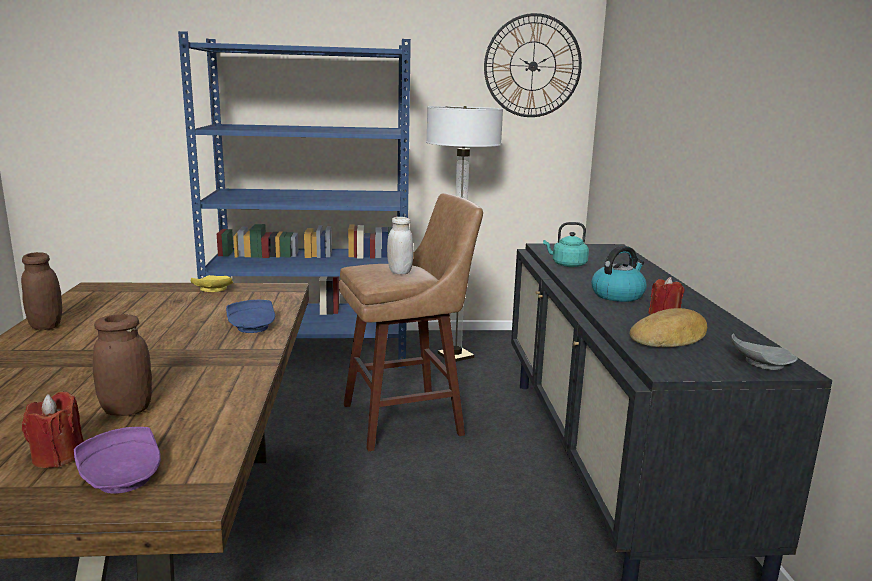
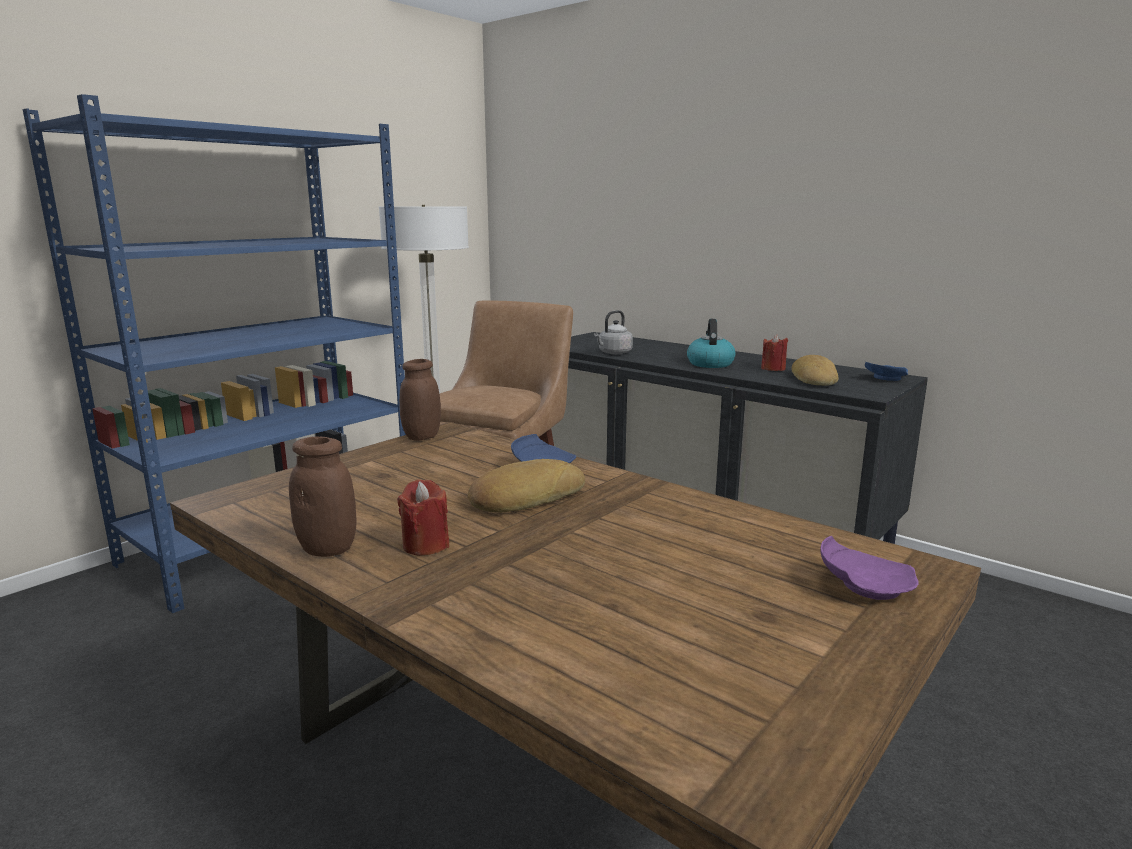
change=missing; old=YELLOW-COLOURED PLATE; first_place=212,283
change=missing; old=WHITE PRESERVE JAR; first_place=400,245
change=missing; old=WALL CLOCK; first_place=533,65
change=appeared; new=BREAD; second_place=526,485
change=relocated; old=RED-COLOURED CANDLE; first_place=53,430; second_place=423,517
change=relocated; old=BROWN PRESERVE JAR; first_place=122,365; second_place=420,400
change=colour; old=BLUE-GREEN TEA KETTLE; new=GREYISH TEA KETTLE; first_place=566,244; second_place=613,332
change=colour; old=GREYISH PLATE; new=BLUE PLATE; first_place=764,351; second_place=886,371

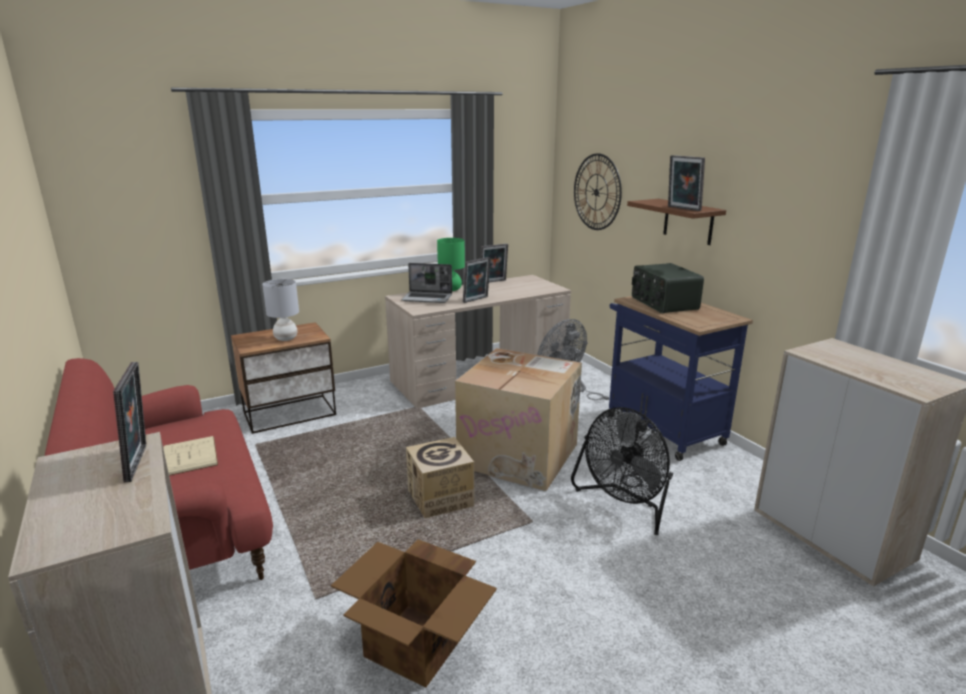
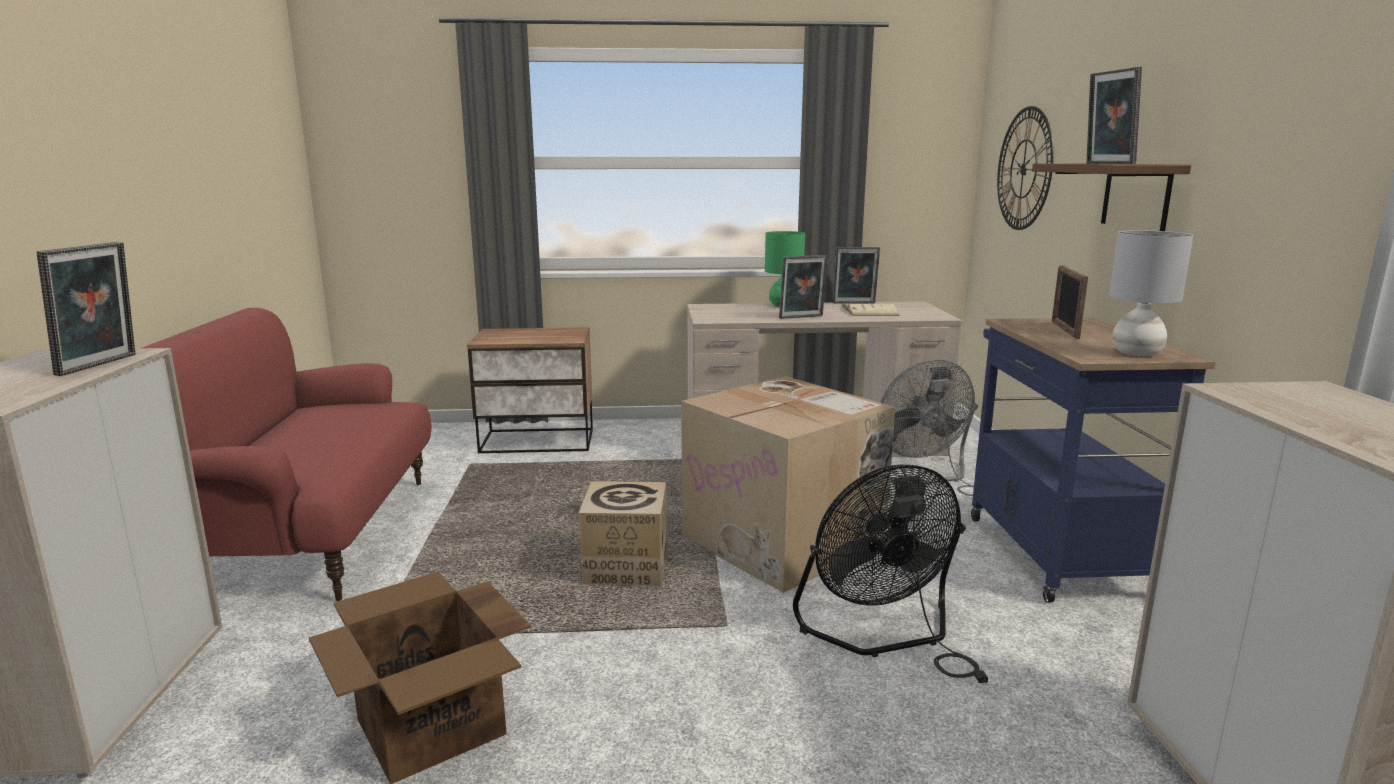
change=missing; old=PORTABLE COMPUTER; first_place=426,283
change=relocated; old=BEIGE-COLOURED BOUND BOOK; first_place=190,456; second_place=870,309
change=relocated; old=GREYISH TABLE LAMP; first_place=280,310; second_place=1151,293
change=exchanged; old=RADIO RECEIVER; new=PHOTO FRAME; first_place=668,288; second_place=1070,302
change=spun; old=BLACK-COLOURED ELECTRIC FAN; first_place=622,471; second_place=890,574; degrees=90

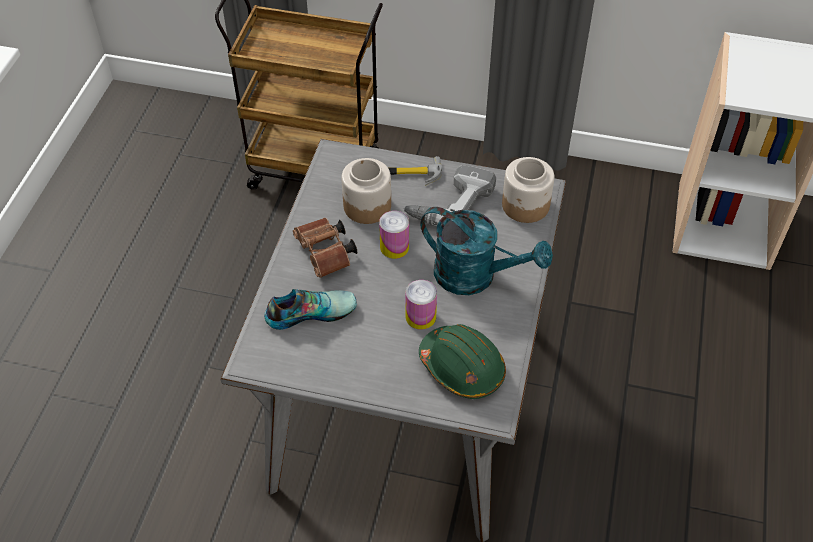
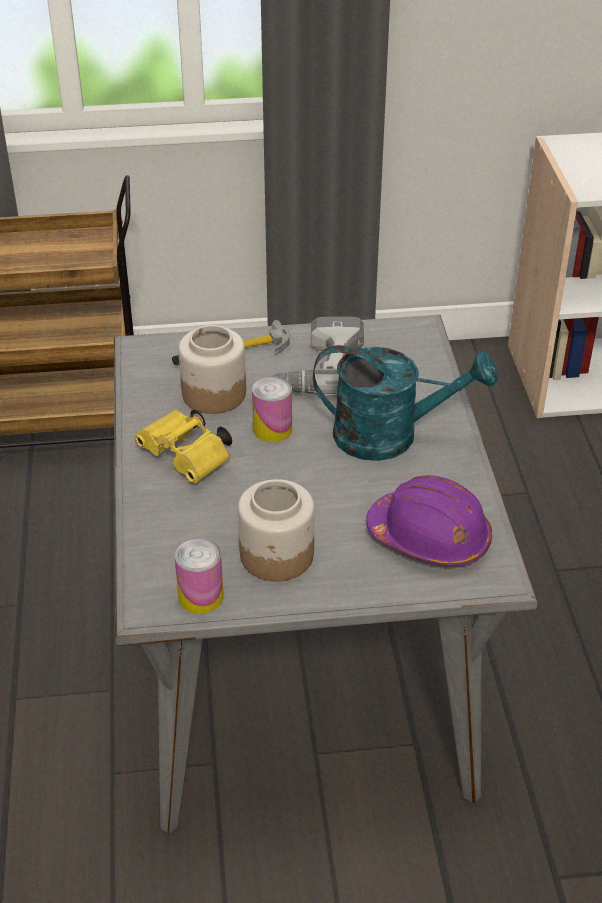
change=missing; old=LOW SHOE; first_place=310,309
change=relocated; old=SEALED CAN; first_place=421,305; second_place=199,576
change=relocated; old=PRESERVE JAR; first_place=528,190; second_place=276,530
change=colour; old=BROWN BINOCULARS; new=YELLOW-COLOURED BINOCULARS; first_place=325,248; second_place=183,446
change=colour; old=GREEN WORK HELMET; new=PURPLISH WORK HELMET; first_place=462,361; second_place=429,520

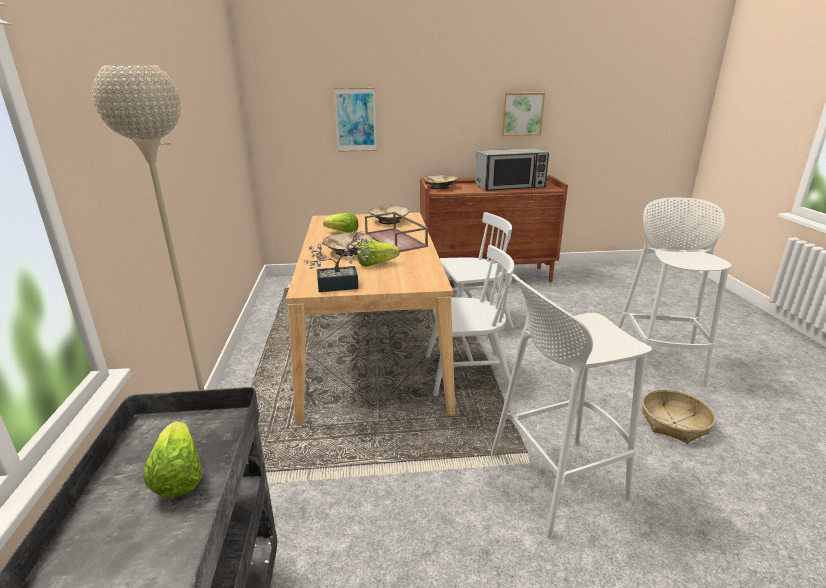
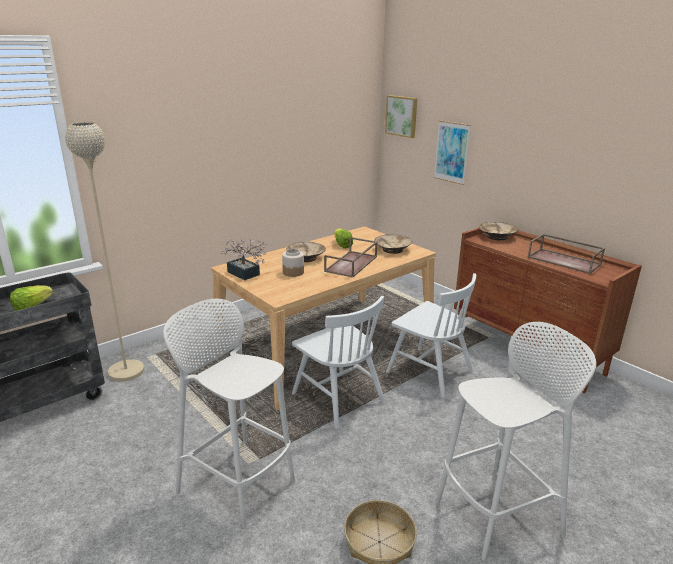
change=relocated; old=WALL PICTURE; first_place=523,114; second_place=401,116
change=exchanged; old=HEAD OF LETTUCE; new=PRESERVE JAR; first_place=378,253; second_place=293,263
change=exchanged; old=MICROWAVE OVEN; new=BROWN CARRYING TRAY; first_place=512,169; second_place=566,254

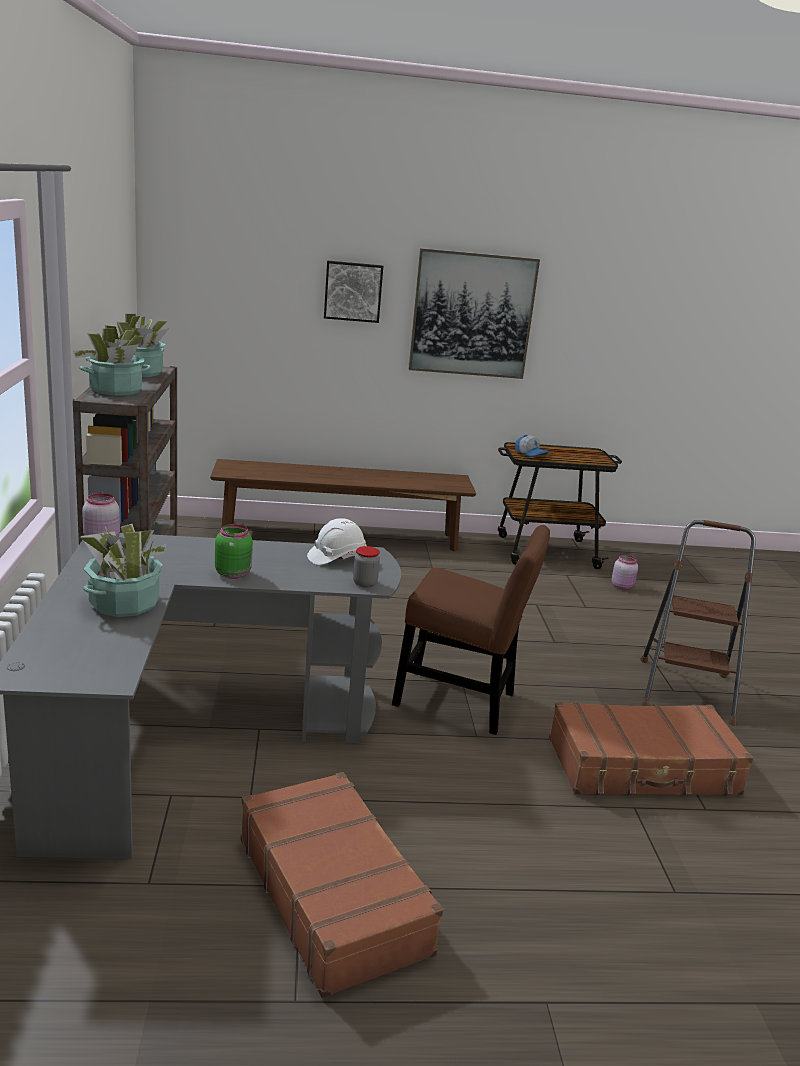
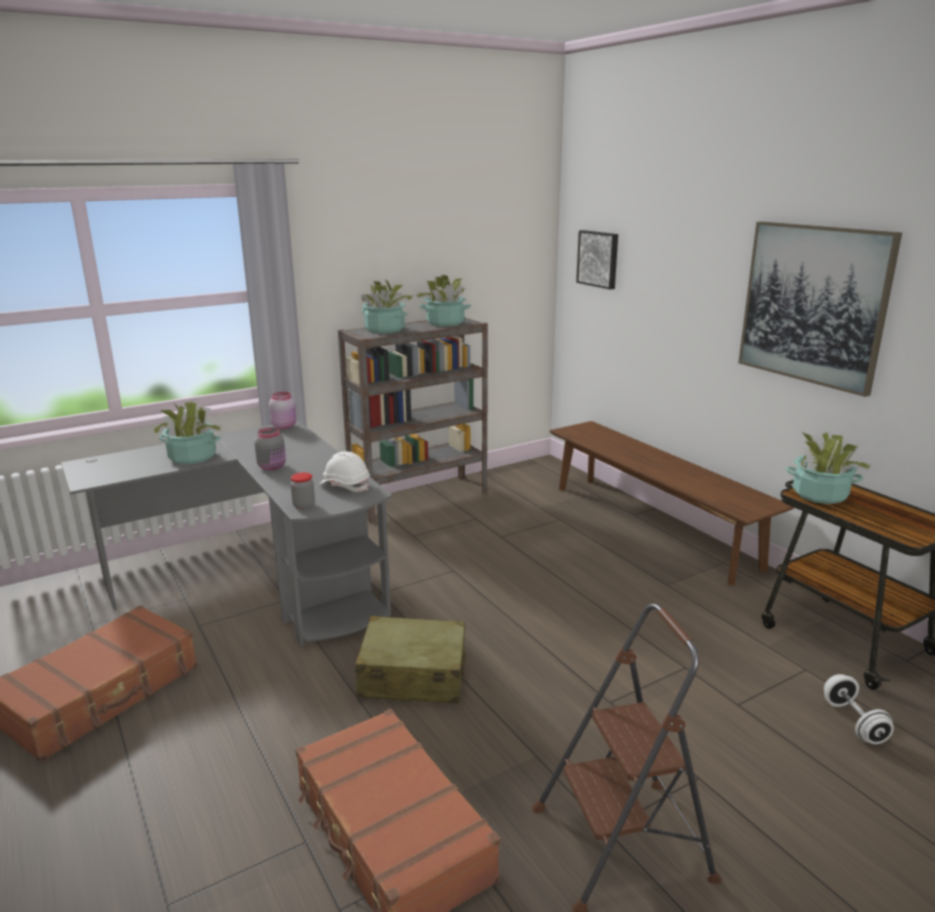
change=relocated; old=WALL PICTURE; first_place=353,291; second_place=597,259
change=exchanged; old=BROWN CHAIR; new=BEIGE-COLOURED TRAVEL CASE; first_place=471,630; second_place=410,660
change=exchanged; old=PEAKED CAP; new=PLANT IN A POT; first_place=532,446; second_place=829,468
change=exchanged; old=PINK PRESERVE JAR; new=WHITE FREE WEIGHT; first_place=624,572; second_place=859,709
change=colour; old=GREEN PRESERVE JAR; new=GREYISH PRESERVE JAR; first_place=234,551; second_place=270,448

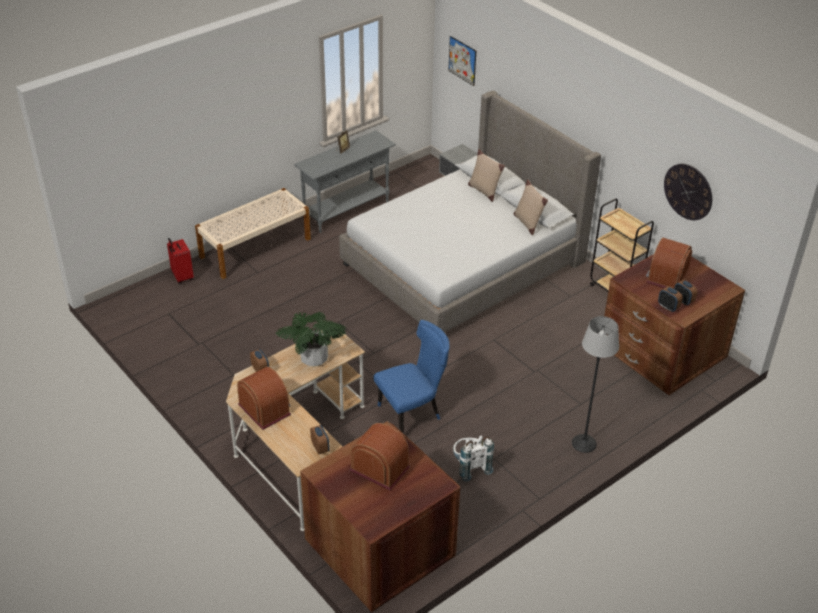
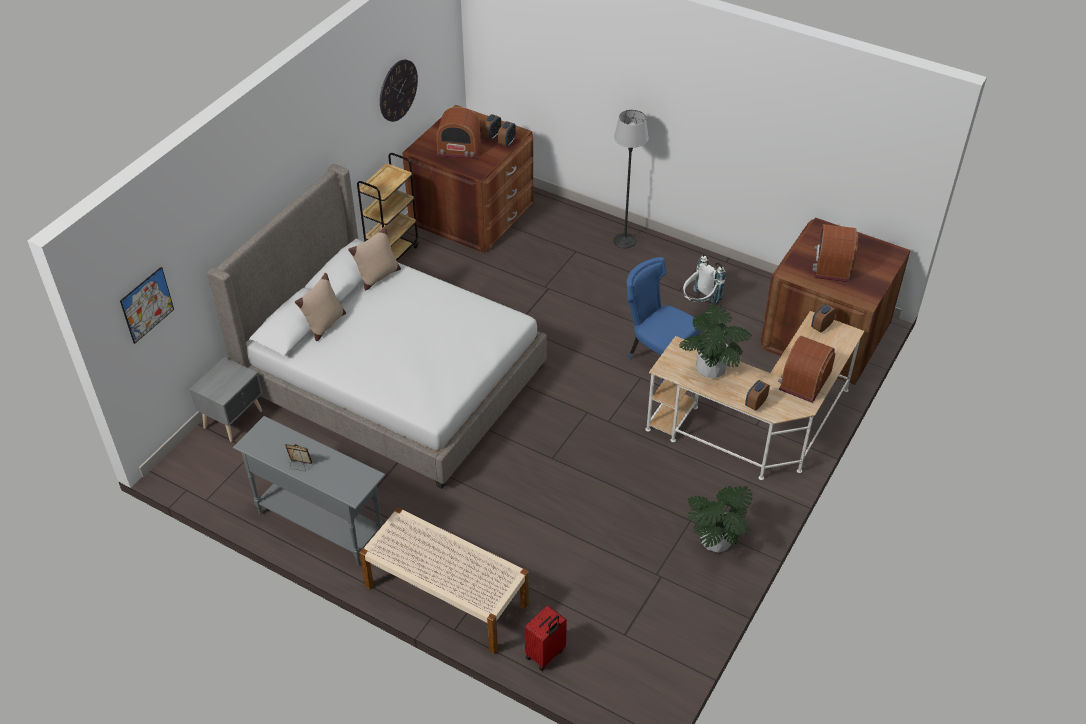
change=appeared; new=PLANT IN A POT; second_place=720,519

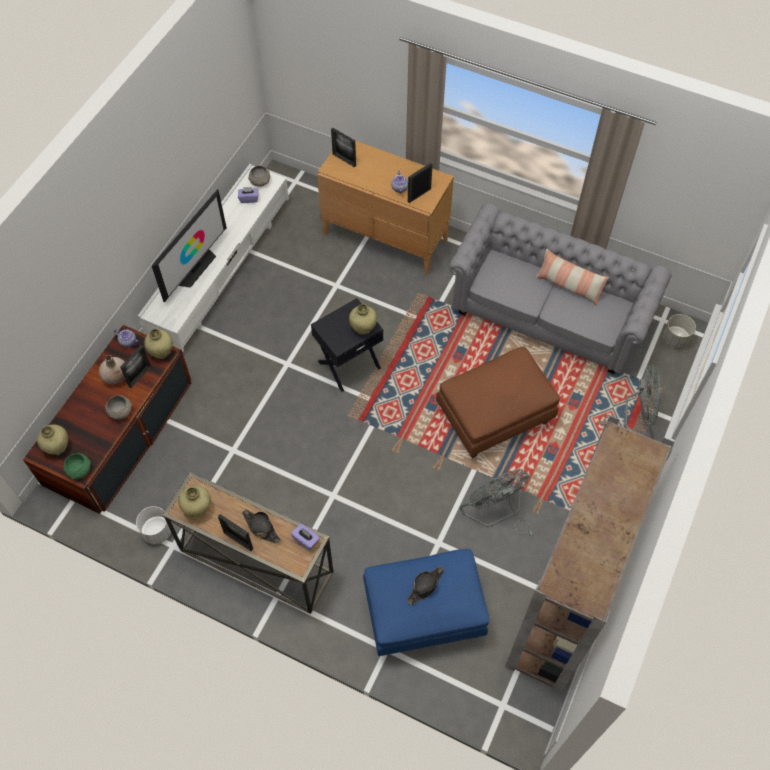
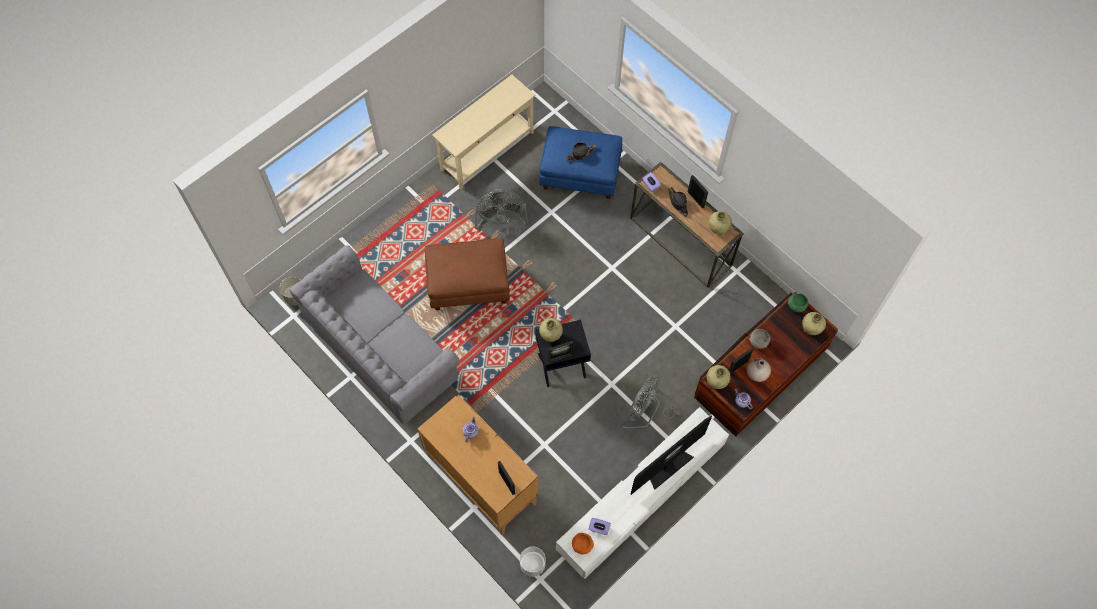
change=missing; old=THROW PILLOW; first_place=572,277
change=relocated; old=WHITE FLOWER POT; first_place=153,525; second_place=533,561
change=relocated; old=PHOTO FRAME; first_place=420,183; second_place=561,352
change=relocated; old=GREYISH ELECTRIC FAN; first_place=629,402; second_place=650,402
change=exchanged; old=BROWN SHELVING UNIT; new=BEIGE-COLOURED HALL TABLE; first_place=590,554; second_place=484,132
change=colour; old=GREYISH BOWL; new=ORANGEY BOWL; first_place=259,176; second_place=583,544

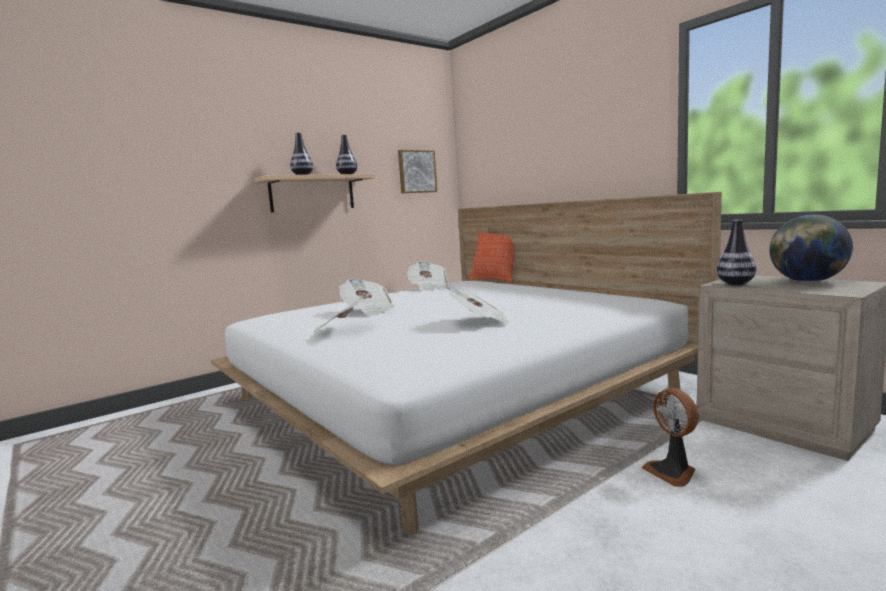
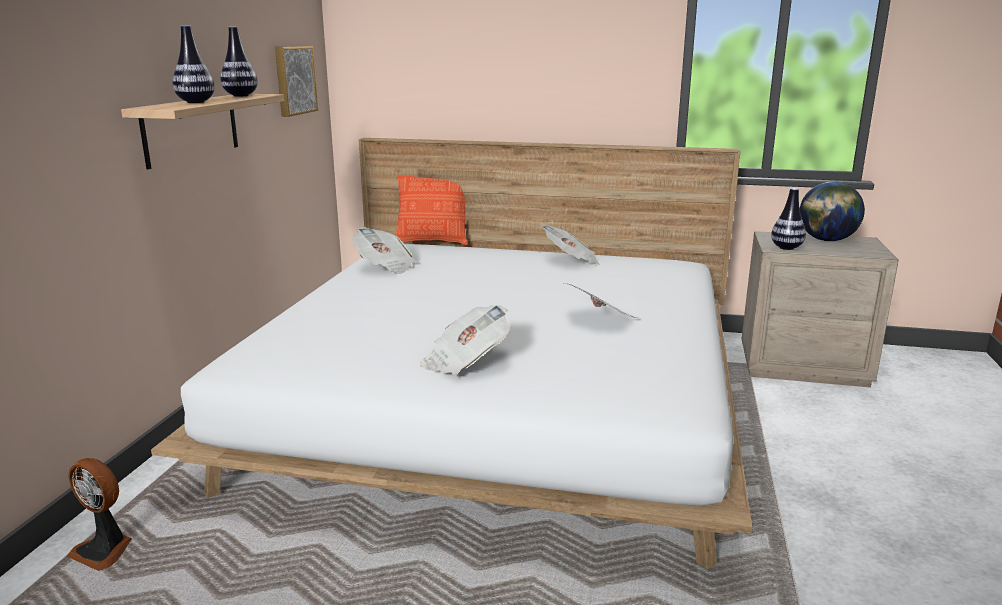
change=relocated; old=DAILY PAPER; first_place=366,297; second_place=570,245
change=relocated; old=ELECTRIC FAN; first_place=670,437; second_place=99,514

